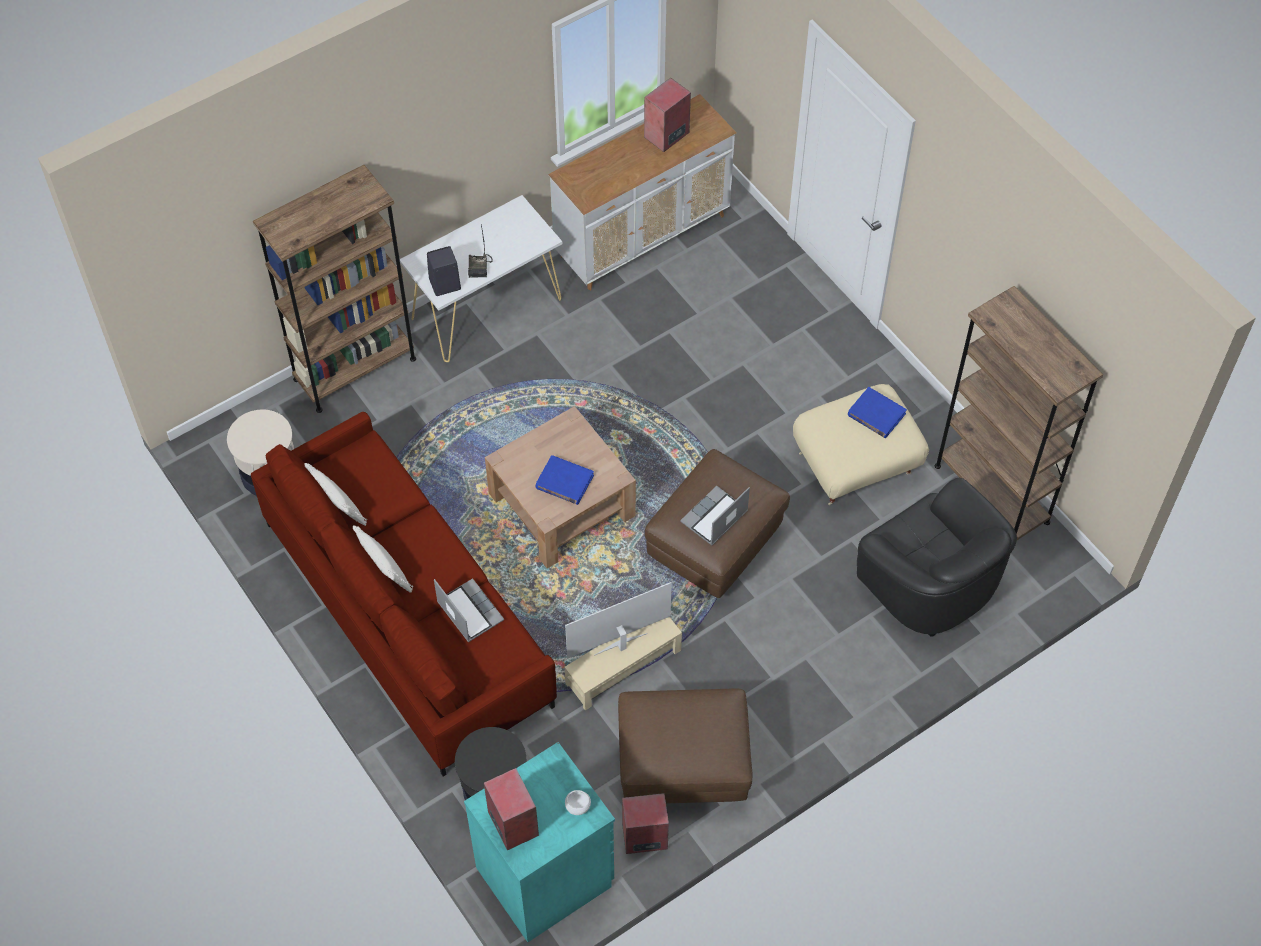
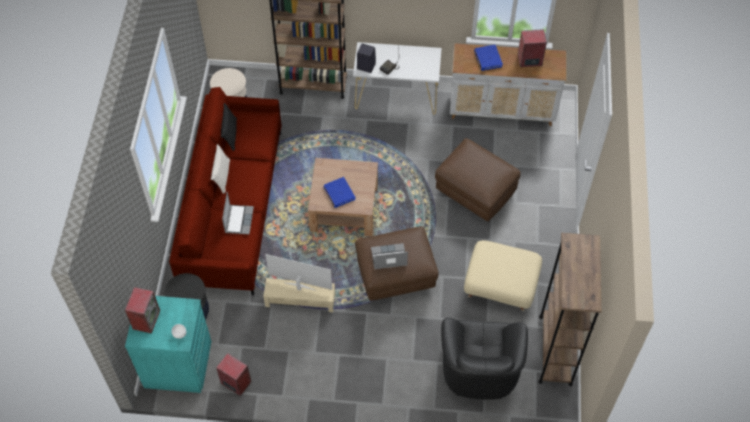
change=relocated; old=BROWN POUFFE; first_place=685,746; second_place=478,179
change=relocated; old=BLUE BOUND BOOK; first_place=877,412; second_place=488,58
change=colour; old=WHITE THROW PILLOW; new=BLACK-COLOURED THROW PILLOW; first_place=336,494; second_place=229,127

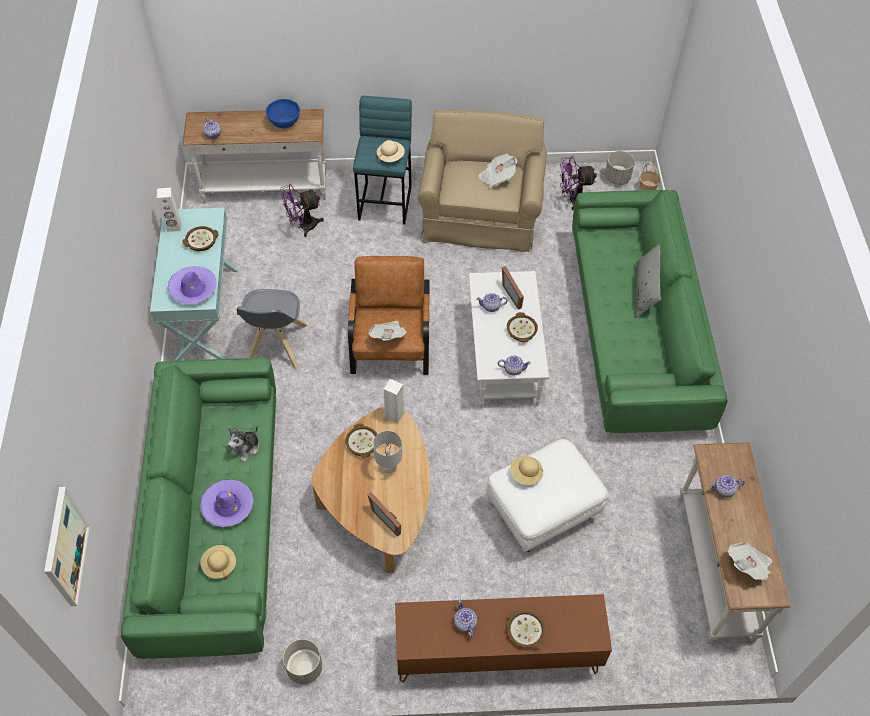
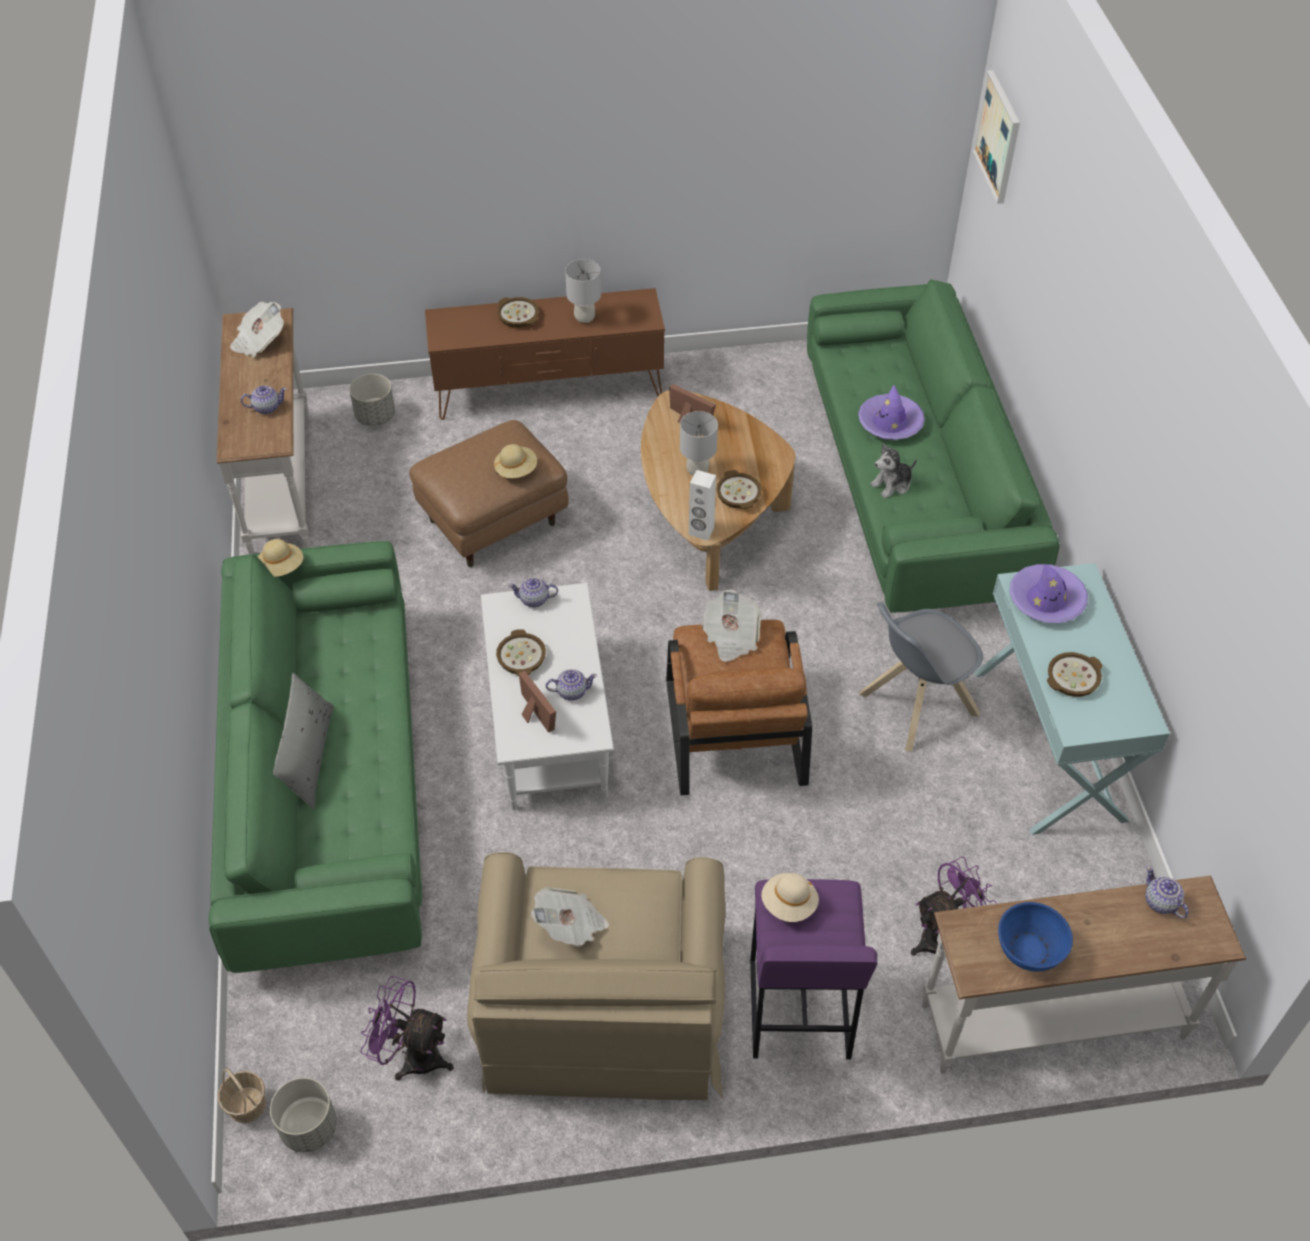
change=missing; old=WHITE LOUDSPEAKER; first_place=169,210
change=relocated; old=BEIGE-COLOURED WEARABLE HAT; first_place=218,562; second_place=280,558
change=relocated; old=GREYISH FLOWER POT; first_place=302,661; second_place=372,400
change=exchanged; old=TEA POT; new=GREYISH TABLE LAMP; first_place=465,618; second_place=583,291
change=colour; old=BLUE-GREEN STOOL SEAT; new=PURPLISH STOOL SEAT; first_place=382,160; second_place=813,969
change=colour; old=WHITE POUFFE; new=BROWN POUFFE; first_place=547,495; second_place=489,493
change=spun; old=PLUSH TOY; first_place=243,444; second_place=893,470; degrees=-150
change=spun; old=GREYISH CHAIR; first_place=272,329; second_place=921,677; degrees=-120
change=spun; old=PURPLISH ELECTRIC FAN; first_place=578,183; second_place=407,1028; degrees=-150

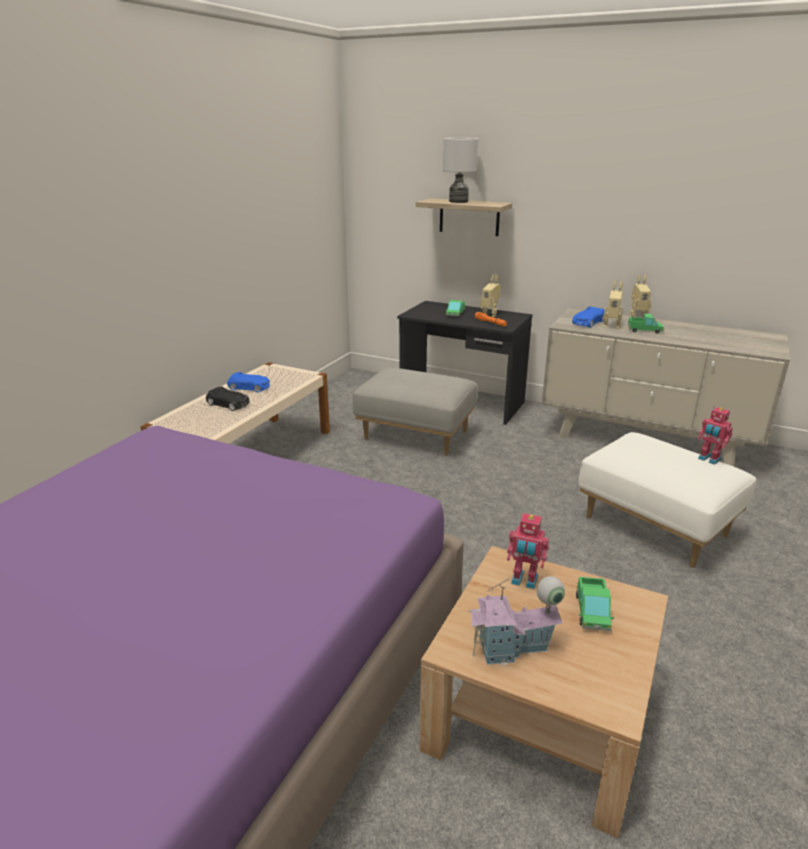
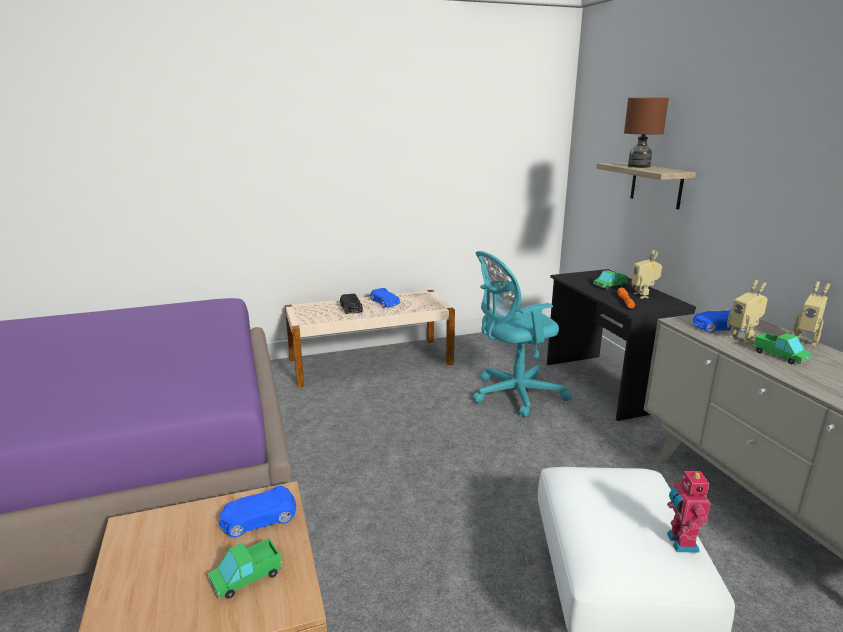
change=missing; old=MODEL HOUSE; first_place=516,620
change=exchanged; old=GREYISH POUFFE; new=BLUE-GREEN COMPUTER CHAIR; first_place=415,411; second_place=522,334
change=exchanged; old=MODEL ROBOT; new=BLUE TOY CAR; first_place=528,551; second_place=257,511
change=colour; old=GREYISH TABLE LAMP; new=BROWN TABLE LAMP; first_place=460,170; second_place=646,133

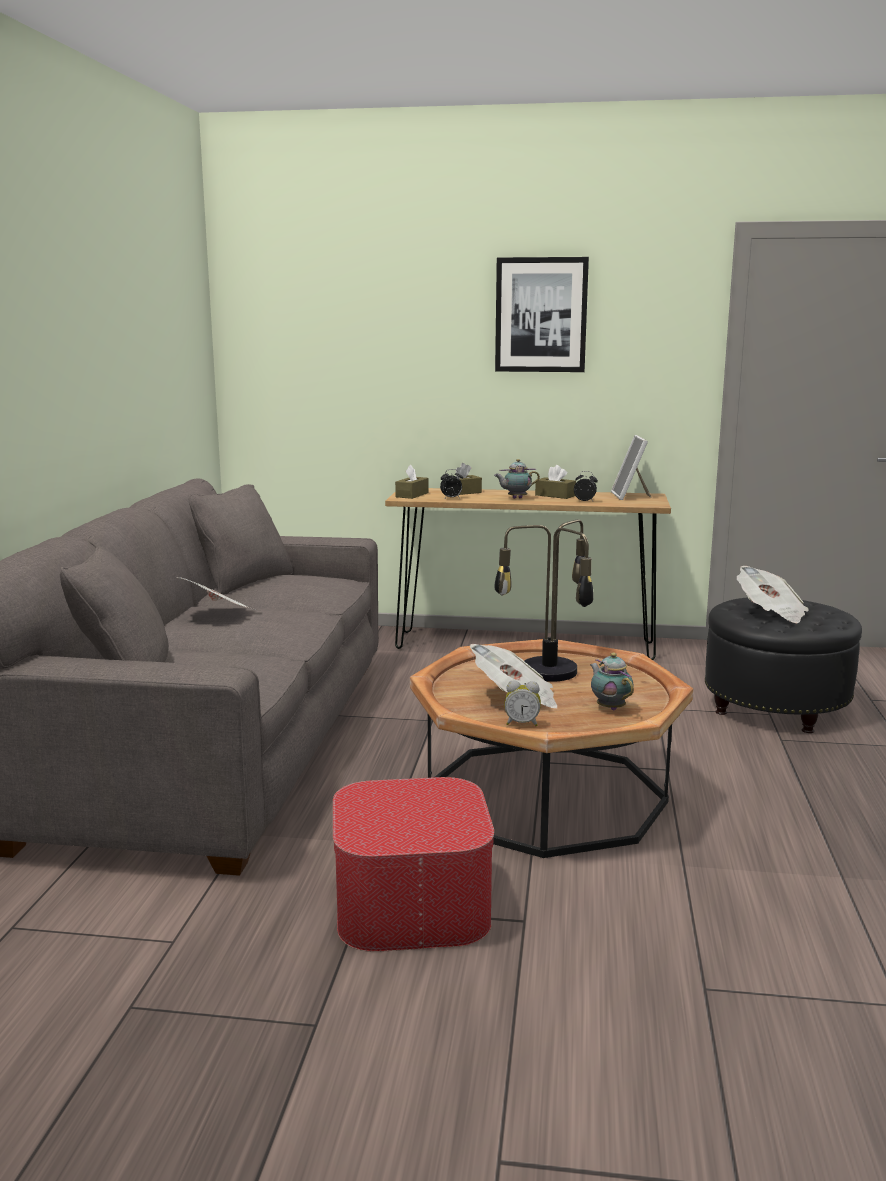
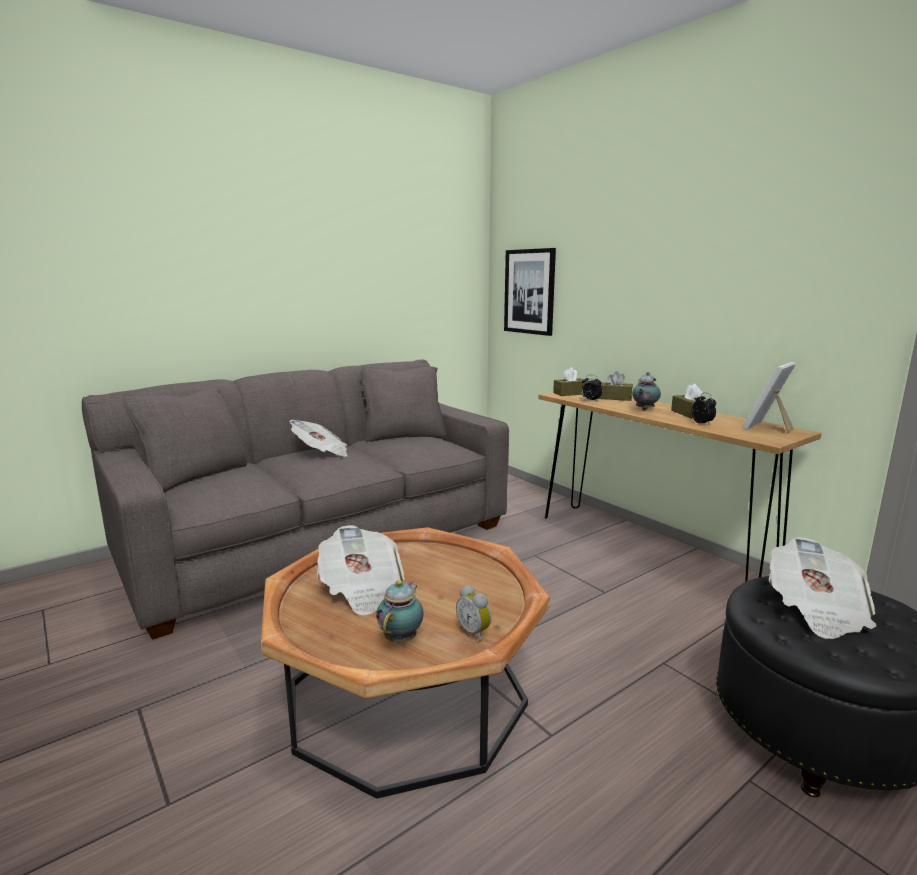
change=missing; old=POUFFE; first_place=413,864
change=missing; old=TABLE LAMP; first_place=544,600
change=relocated; old=WALL PICTURE; first_place=542,314; second_place=530,292
change=relocated; old=TABLE CLOCK; first_place=522,703; second_place=473,613
change=spun; old=TEA POT; first_place=517,479; second_place=646,391; degrees=-90

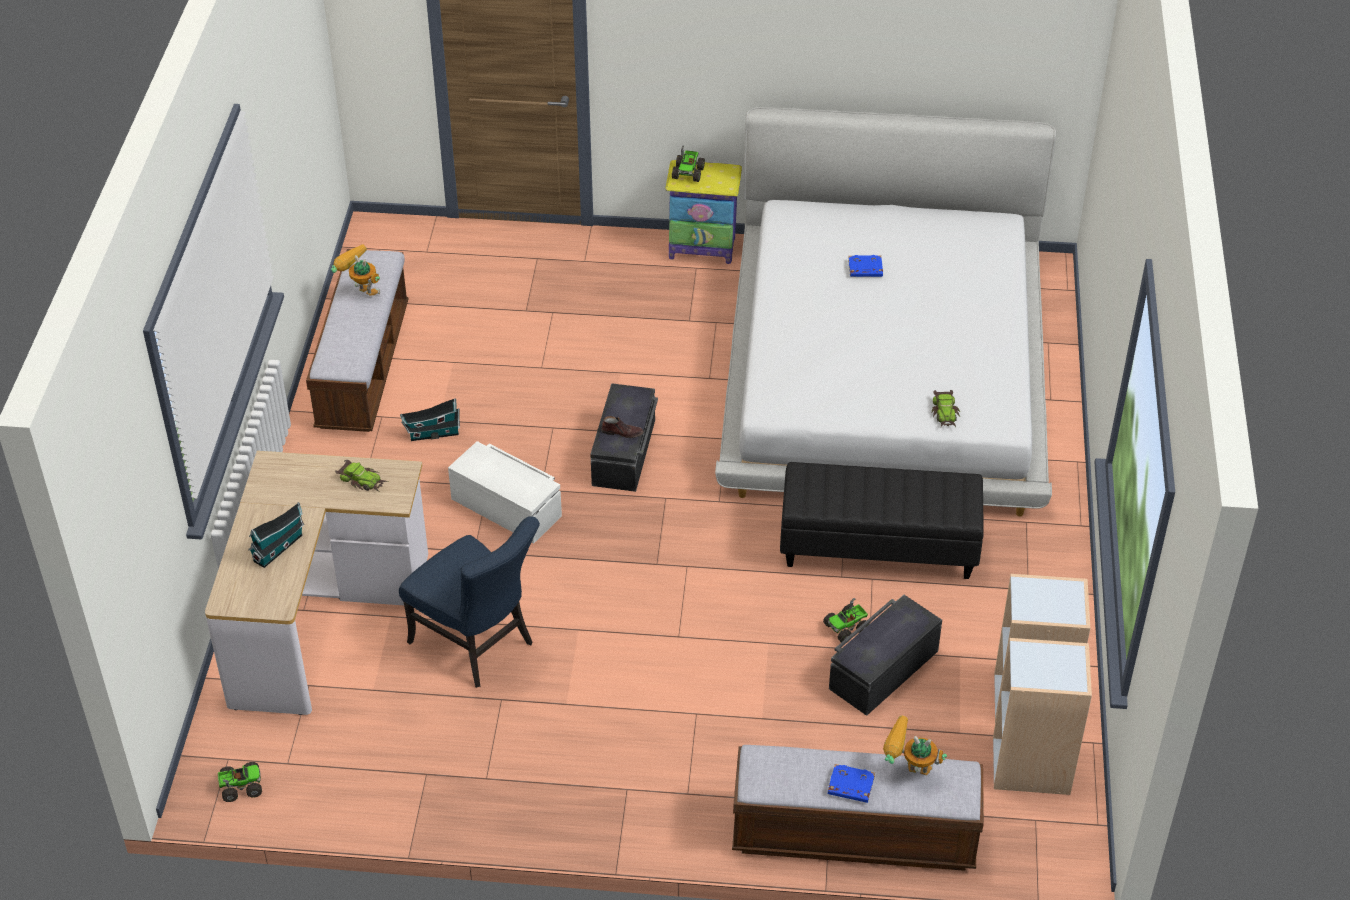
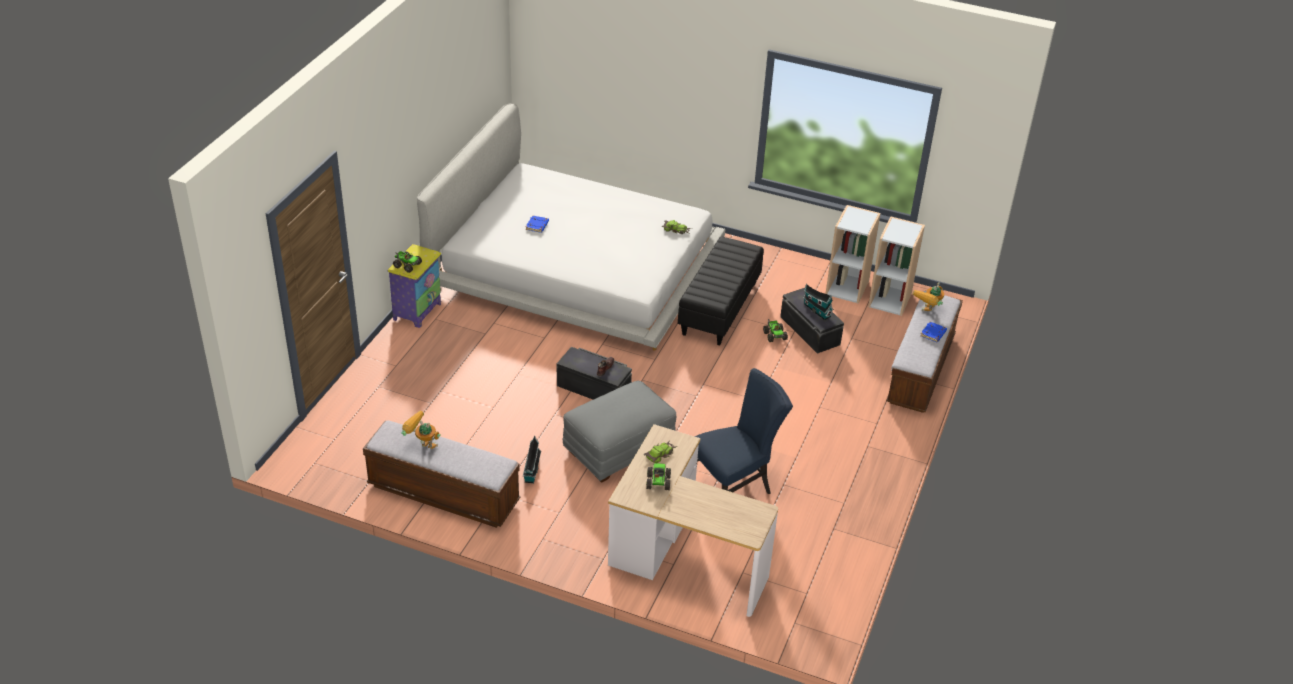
change=relocated; old=MODEL TRUCK; first_place=240,782; second_place=658,476
change=relocated; old=MODEL HOUSE; first_place=276,535; second_place=818,302
change=exchanged; old=WHITE STORAGE BOX; new=GREYISH POUFFE; first_place=505,492; second_place=619,432
change=spun; old=MODEL ROBOT; first_place=355,270; second_place=421,430; degrees=60

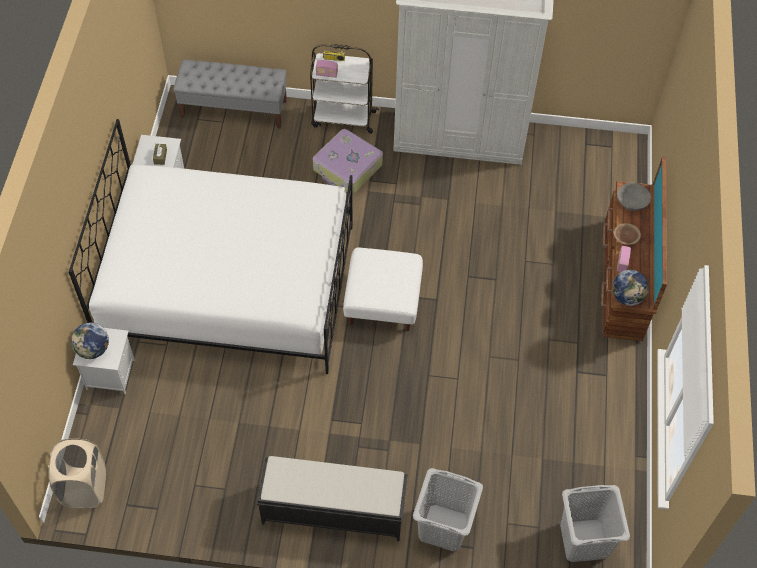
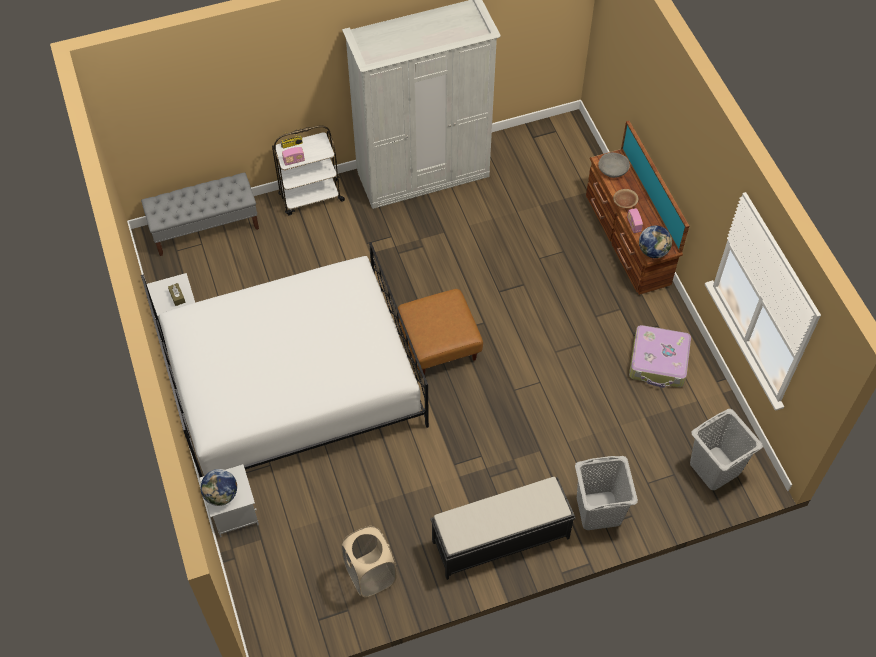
change=relocated; old=BEIGE-COLOURED LAUNDRY BASKET; first_place=77,474; second_place=369,562
change=relocated; old=TRAVEL CASE; first_place=348,161; second_place=660,356
change=colour; old=WHITE POUFFE; new=BROWN POUFFE; first_place=383,289; second_place=440,332

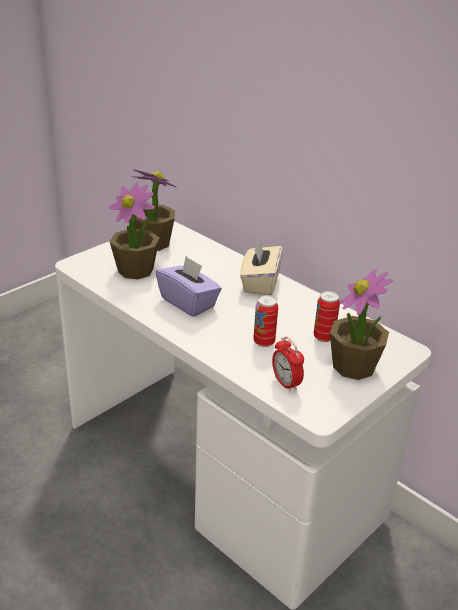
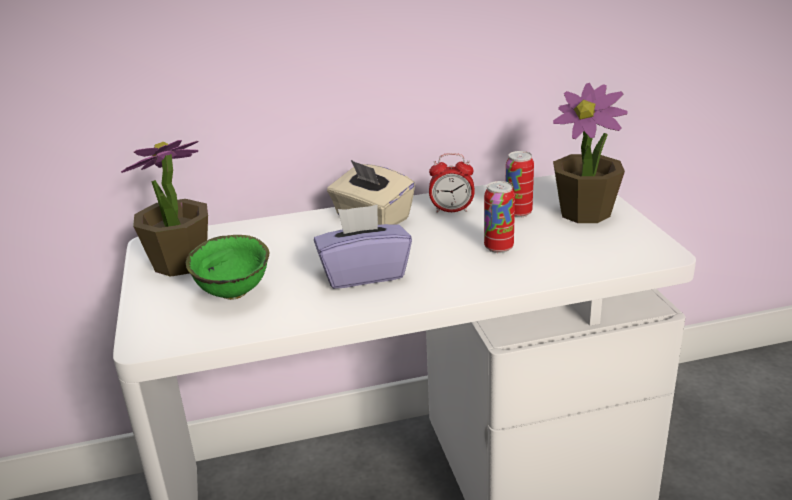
change=relocated; old=TABLE CLOCK; first_place=288,364; second_place=452,183
change=exchanged; old=PLANT IN A POT; new=GREEN BOWL; first_place=134,231; second_place=227,267

